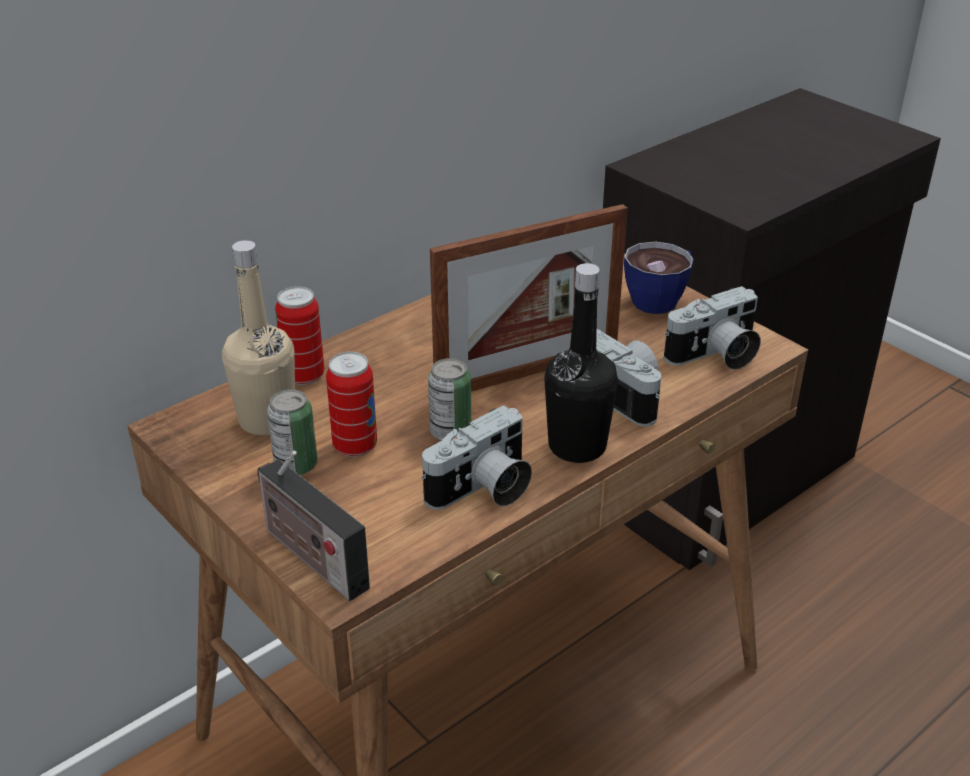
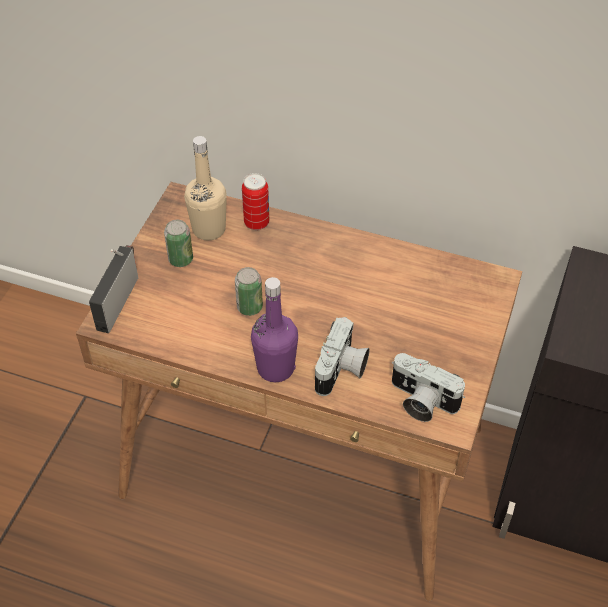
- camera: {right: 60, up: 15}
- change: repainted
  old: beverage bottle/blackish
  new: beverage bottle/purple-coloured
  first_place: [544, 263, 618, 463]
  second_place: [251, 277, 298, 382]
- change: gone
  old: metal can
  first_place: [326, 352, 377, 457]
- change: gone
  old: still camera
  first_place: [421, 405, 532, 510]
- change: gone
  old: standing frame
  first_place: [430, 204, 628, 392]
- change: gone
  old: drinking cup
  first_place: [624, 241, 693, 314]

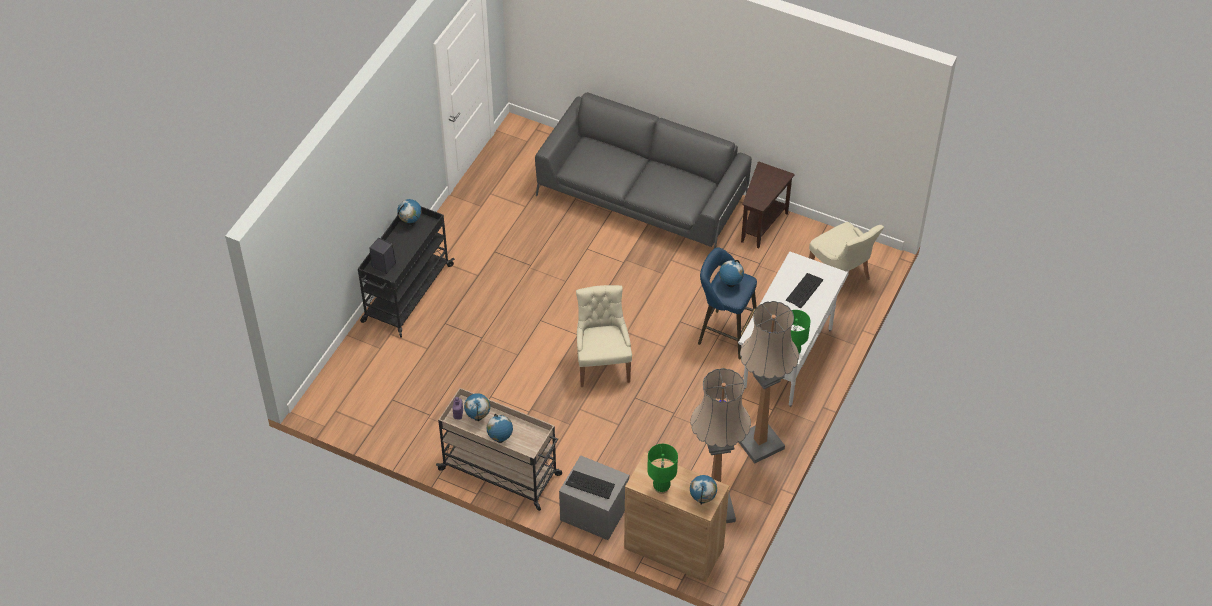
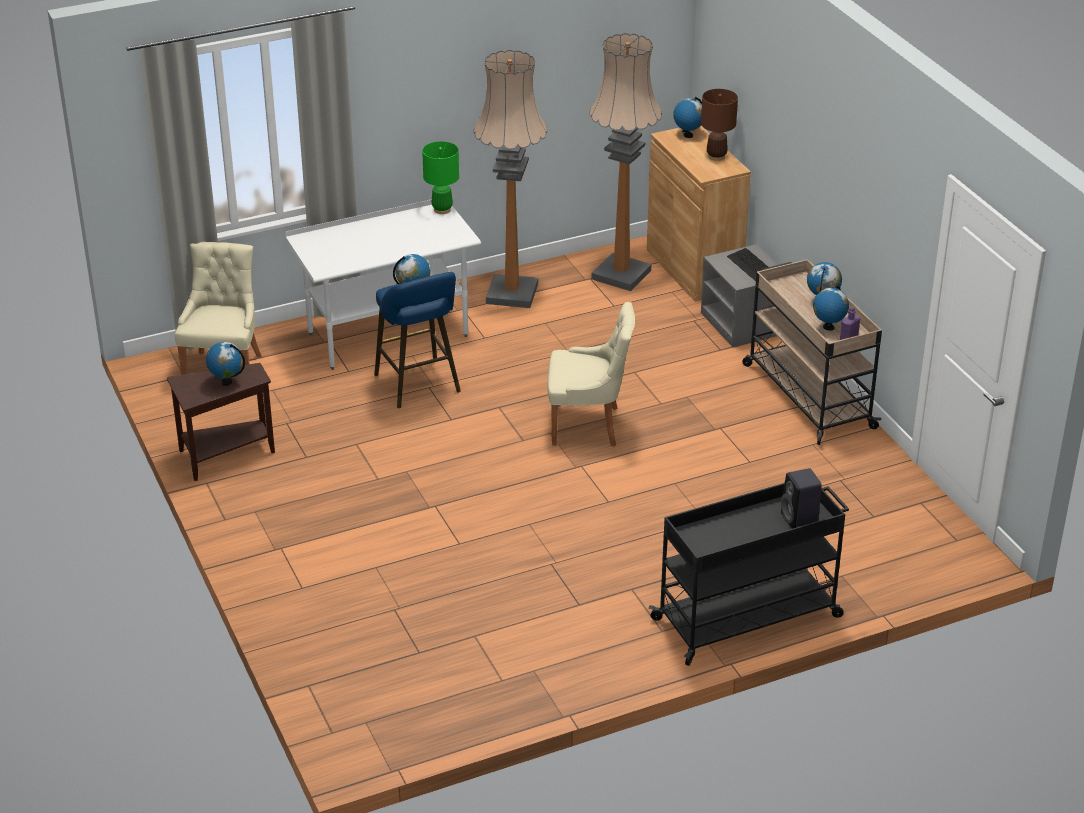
- camera: {right: -140, up: -15}
- change: shifted
  old: world globe
  first_place: [397, 199, 422, 226]
  second_place: [206, 342, 245, 386]
- change: rotated
  old: upright chair/beige-coloured
  first_place: [576, 285, 632, 387]
  second_place: [547, 302, 635, 447]
  degrees: -120
- change: repainted
  old: lamp for a table/greenish
  new: lamp for a table/brown
  first_place: [647, 444, 678, 494]
  second_place: [701, 89, 738, 161]
- change: gone
  old: sofa/greyish
  first_place: [535, 92, 752, 248]
- change: gone
  old: keyboard
  first_place: [786, 273, 823, 308]

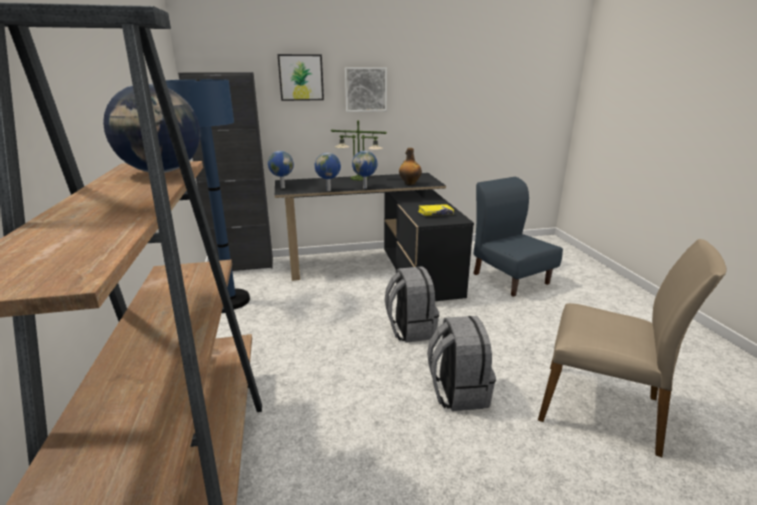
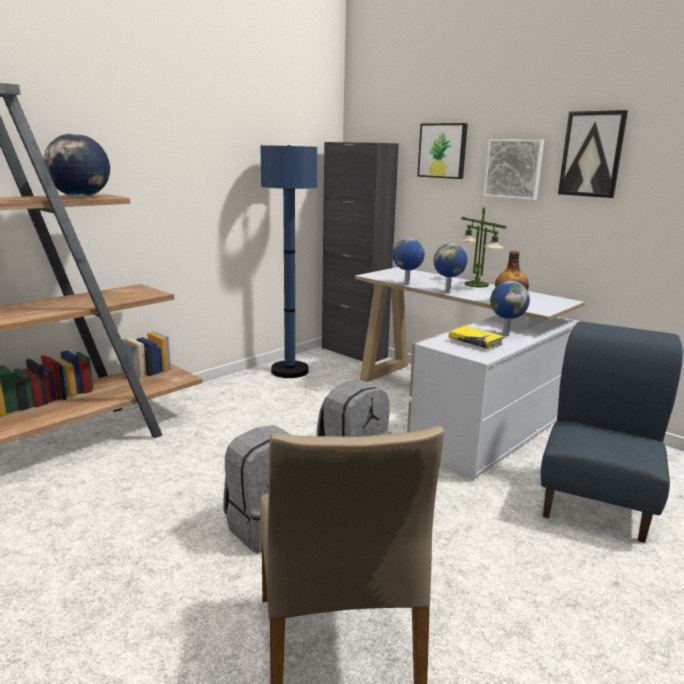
- camera: {right: 55, up: -5}
- change: repainted
  old: desk table/blackish
  new: desk table/whitish
  first_place: [275, 173, 474, 301]
  second_place: [355, 267, 585, 479]
- change: shifted
  old: world globe
  first_place: [268, 151, 294, 188]
  second_place: [490, 281, 530, 336]
- change: new
  new: wall picture
  second_place: [558, 110, 628, 198]

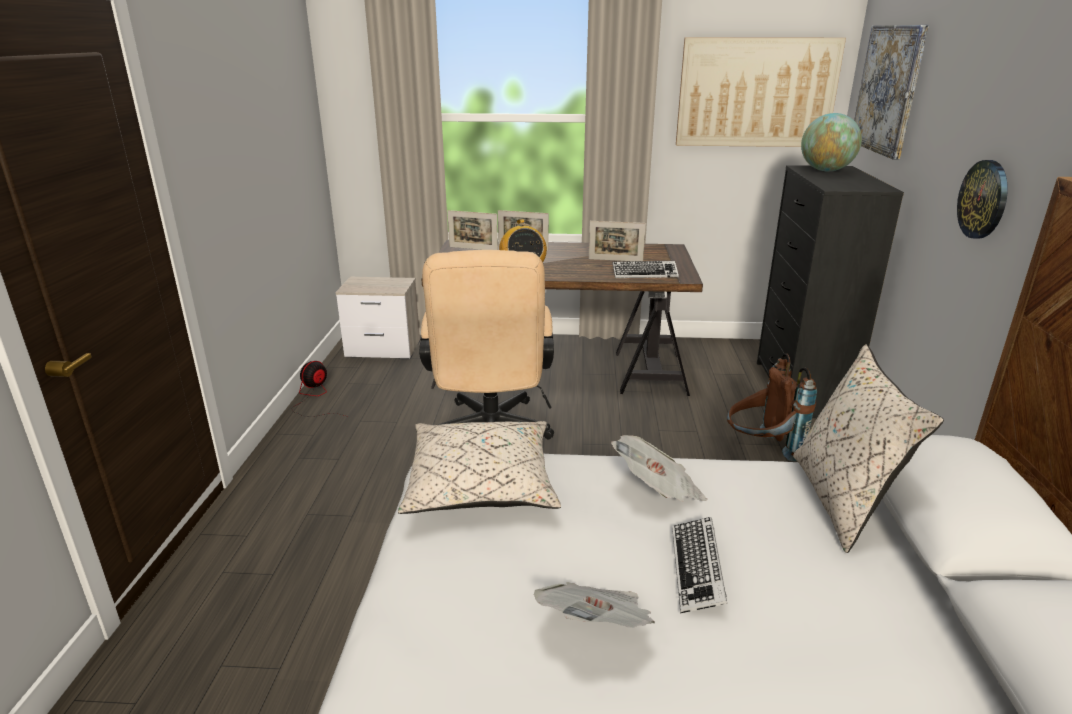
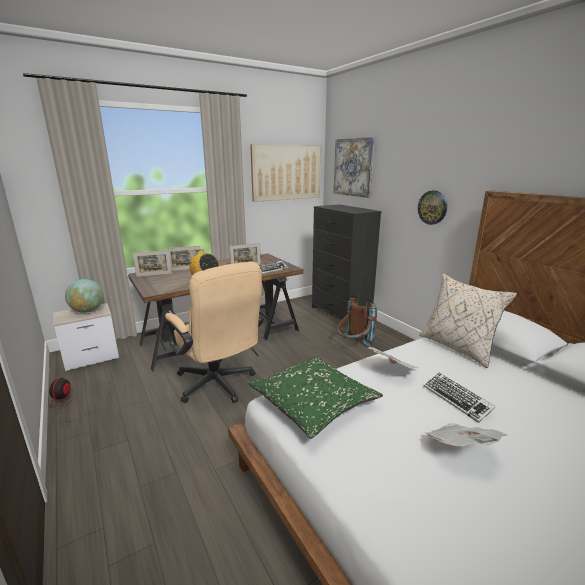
- camera: {right: -35, up: -5}
- change: shifted
  old: world globe
  first_place: [801, 113, 862, 171]
  second_place: [65, 279, 104, 313]
- change: repainted
  old: throw pillow/beige-coloured
  new: throw pillow/greenish
  first_place: [398, 421, 561, 514]
  second_place: [248, 356, 383, 439]

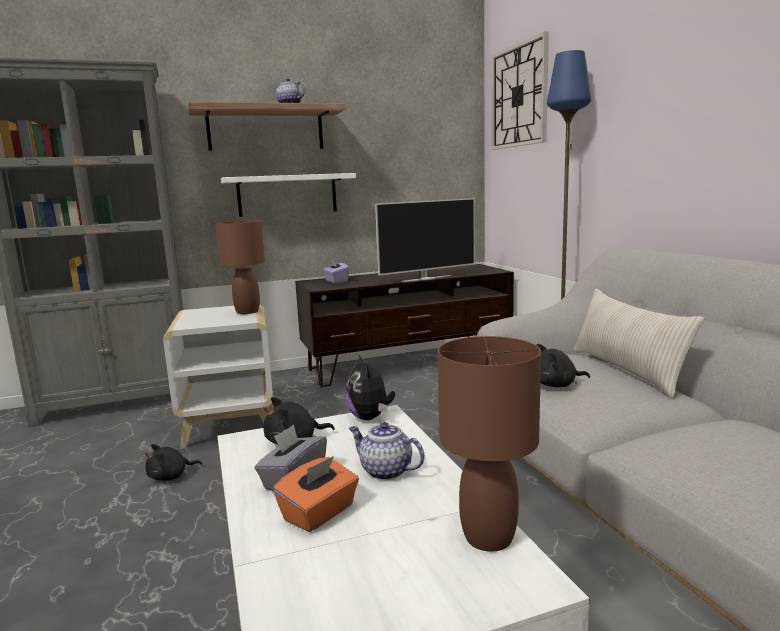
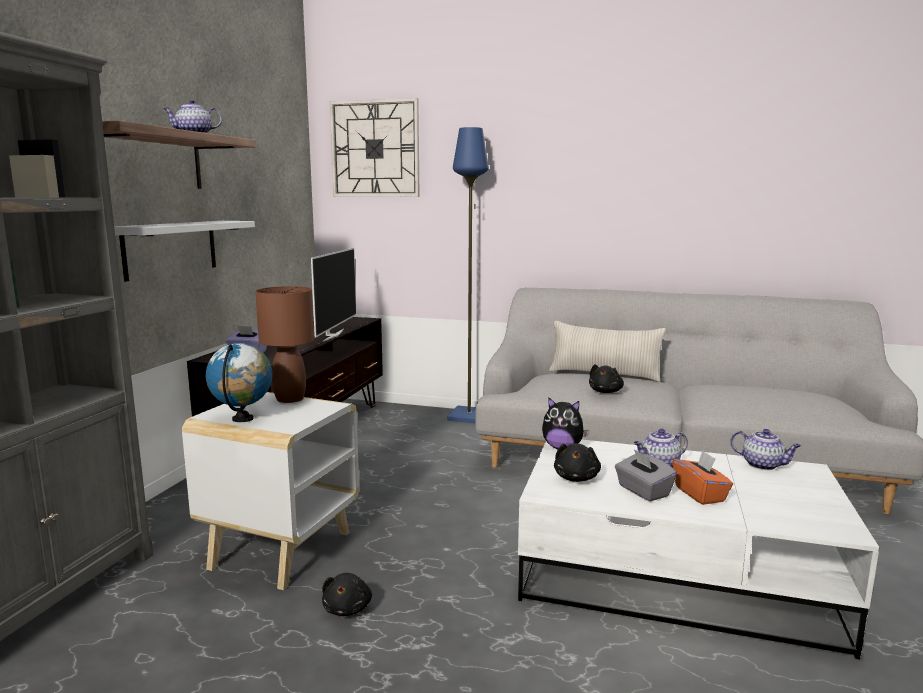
- camera: {right: -55, up: 0}
- change: new
  new: world globe
  second_place: [206, 343, 272, 422]
- change: swapped
  old: lamp for a table/brown
  new: tea pot
  first_place: [438, 336, 541, 552]
  second_place: [730, 429, 801, 470]

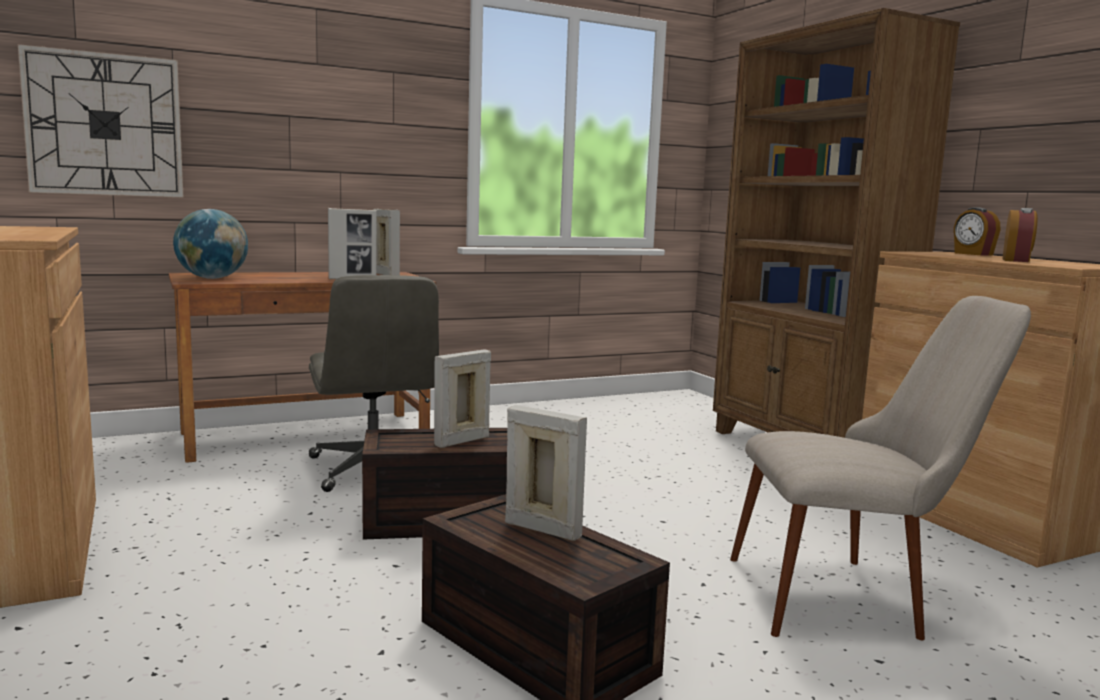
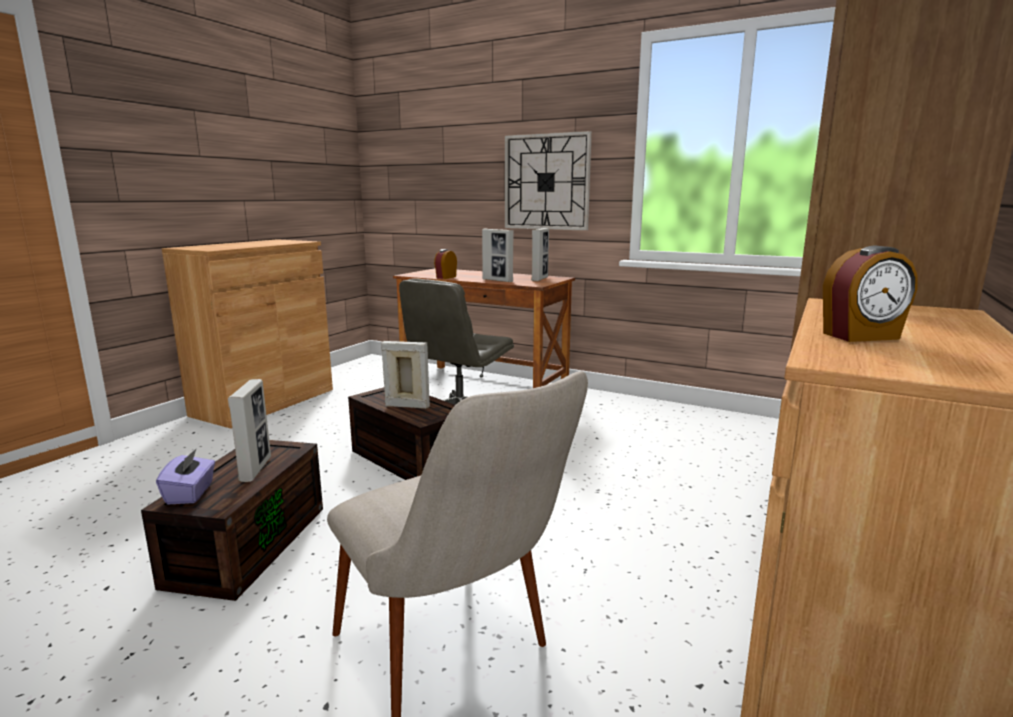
- camera: {right: 55, up: 5}
- change: new
  new: tissue box/purple-coloured
  second_place: [156, 448, 215, 504]
- change: shifted
  old: table clock
  first_place: [954, 207, 1001, 255]
  second_place: [434, 249, 457, 279]
- change: shifted
  old: wall clock
  first_place: [18, 44, 183, 197]
  second_place: [505, 131, 592, 231]
- change: gone
  old: world globe
  first_place: [173, 209, 248, 279]

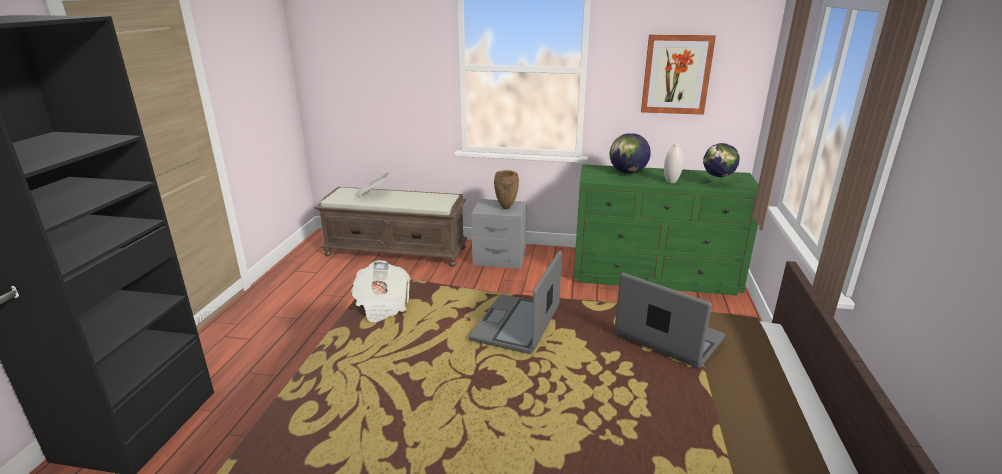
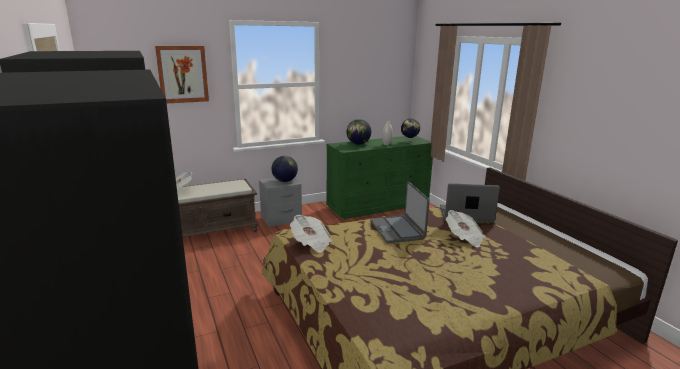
- camera: {right: -35, up: -5}
- change: shifted
  old: wall picture
  first_place: [641, 34, 716, 115]
  second_place: [155, 46, 209, 103]
- change: swapped
  old: vase/brown
  new: world globe
  first_place: [494, 170, 519, 209]
  second_place: [272, 156, 298, 182]
- change: new
  new: printed paper
  second_place: [446, 210, 485, 247]

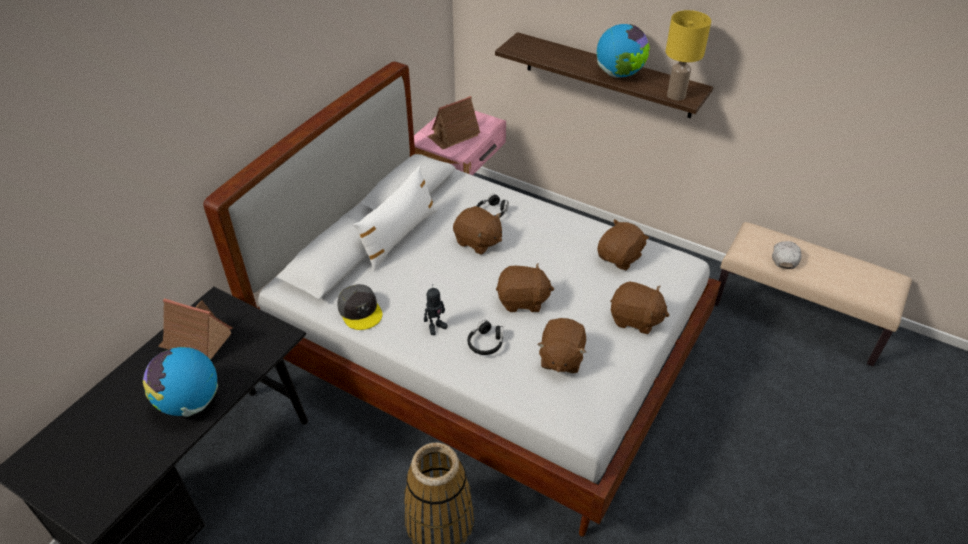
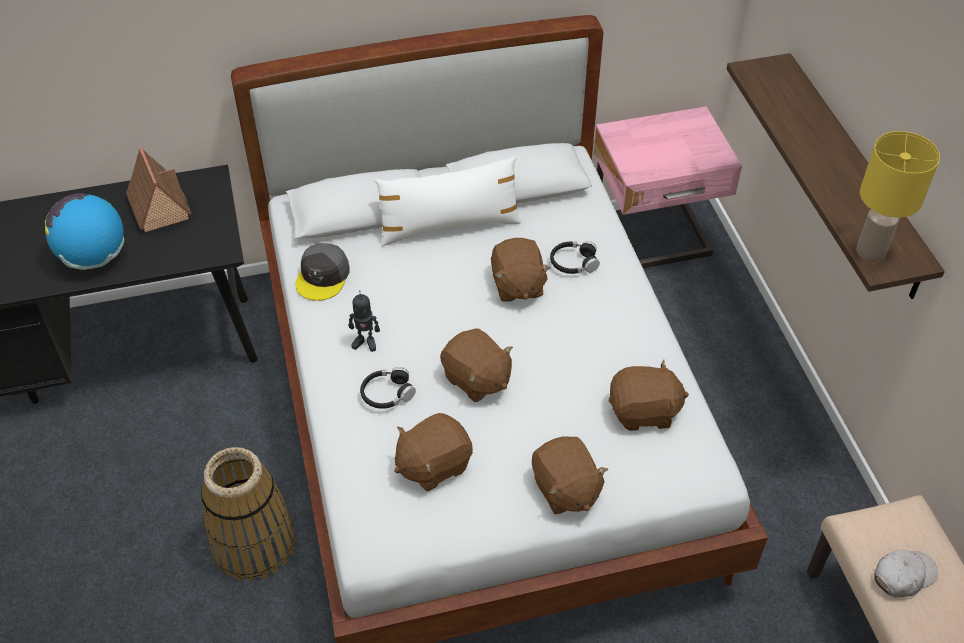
- camera: {right: 45, up: 5}
- change: gone
  old: miniature house
  first_place: [428, 96, 480, 149]
- change: gone
  old: world globe
  first_place: [597, 24, 650, 78]

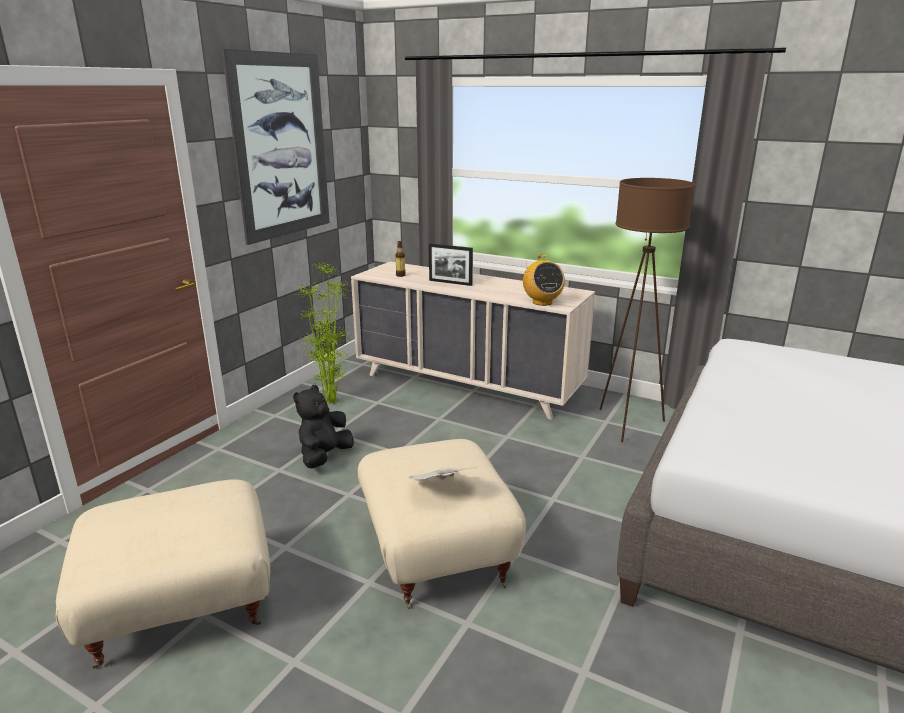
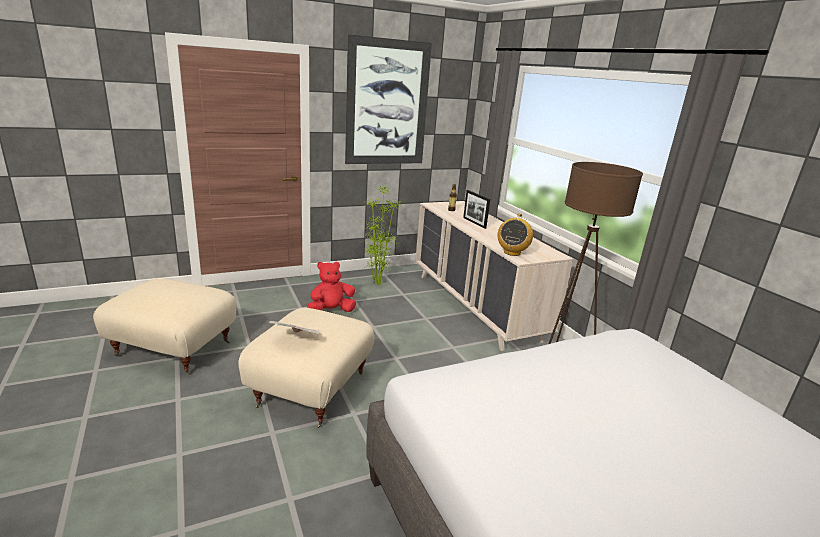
- camera: {right: 35, up: 0}
- change: repainted
  old: soft toy/blackish
  new: soft toy/red
  first_place: [293, 385, 354, 469]
  second_place: [307, 261, 356, 312]

